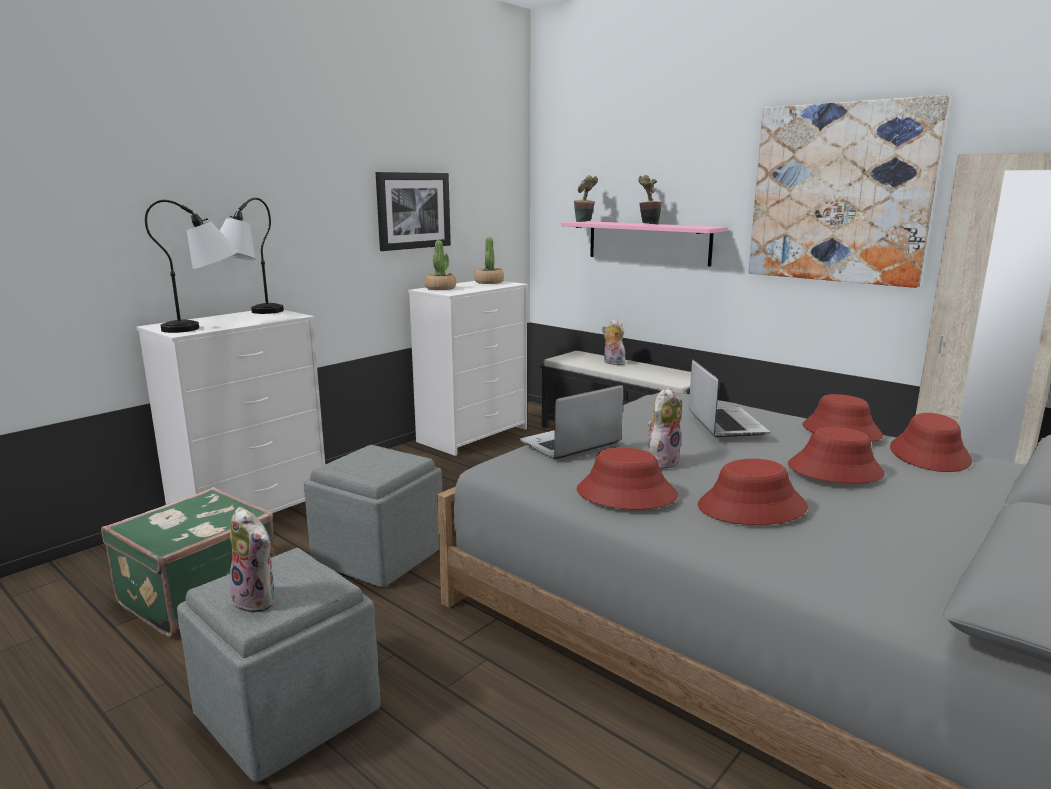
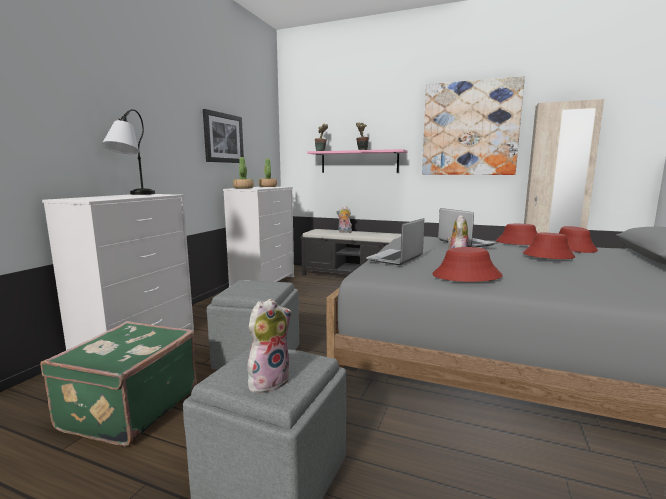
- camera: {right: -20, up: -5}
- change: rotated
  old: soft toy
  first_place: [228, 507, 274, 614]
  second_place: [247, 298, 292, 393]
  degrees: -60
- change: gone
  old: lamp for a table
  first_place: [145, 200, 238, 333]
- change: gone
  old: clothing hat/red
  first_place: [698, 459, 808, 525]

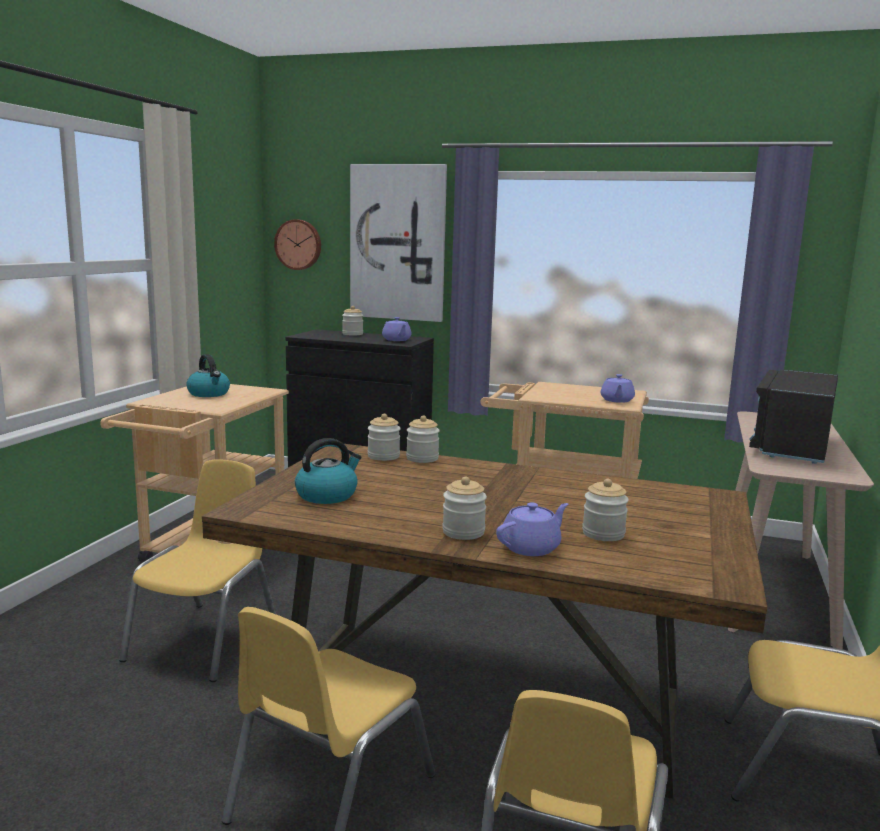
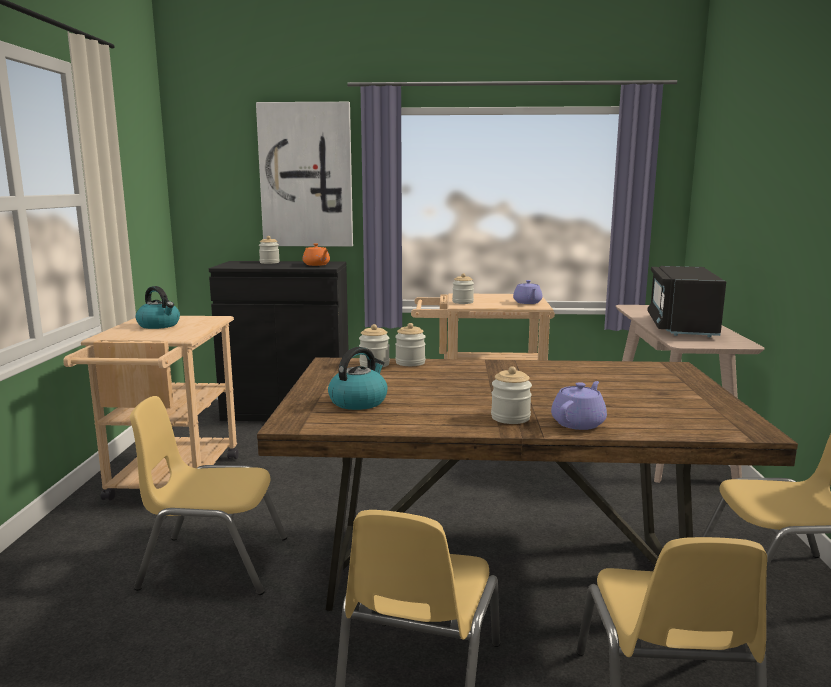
- camera: {right: -15, up: 0}
- change: rotated
  old: upright chair/yellowish
  first_place: [119, 459, 276, 682]
  second_place: [130, 396, 287, 595]
  degrees: -90
- change: repainted
  old: tea pot/purple-coloured
  new: tea pot/orange
  first_place: [382, 317, 412, 341]
  second_place: [303, 243, 330, 266]
- change: shifted
  old: jar
  first_place: [582, 479, 629, 541]
  second_place: [452, 273, 474, 304]
- change: gone
  old: wall clock
  first_place: [274, 219, 321, 270]

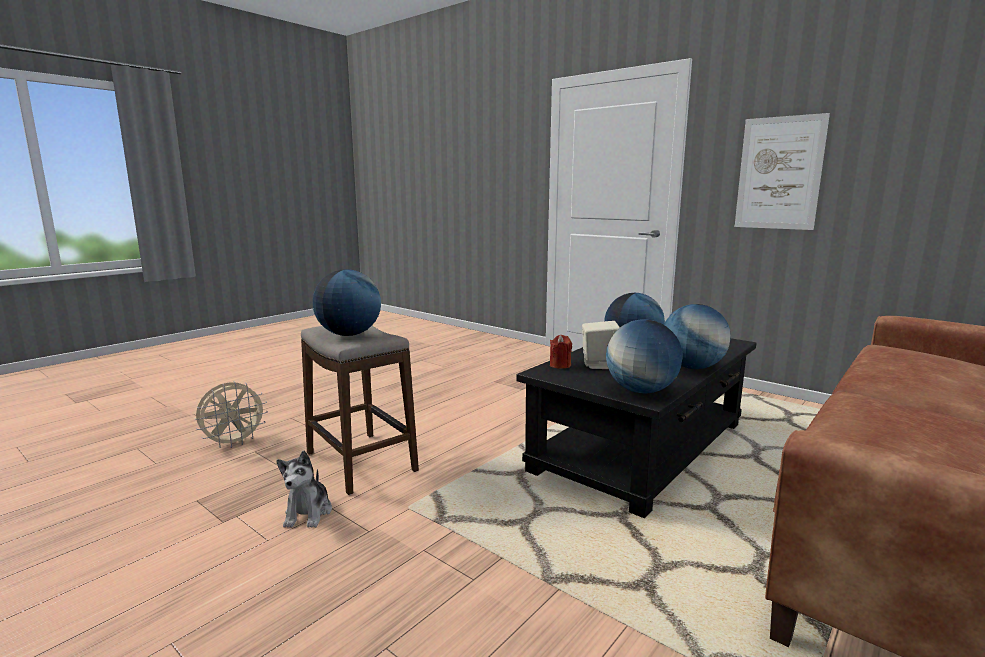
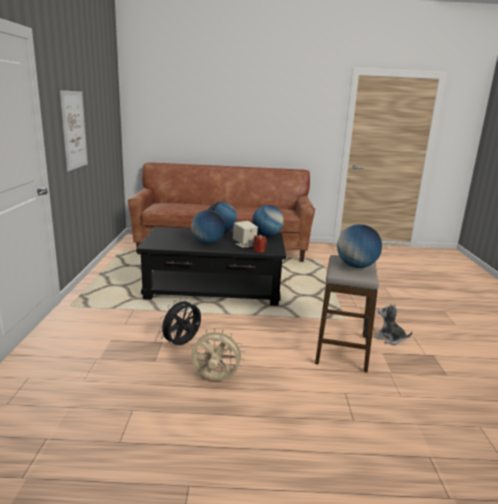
- camera: {right: -130, up: 5}
- change: new
  new: electric fan/blackish
  second_place: [158, 298, 201, 345]
- change: shifted
  old: electric fan/beige-coloured
  first_place: [194, 382, 268, 448]
  second_place: [191, 328, 245, 381]
- change: rotated
  old: soft toy
  first_place: [277, 451, 332, 528]
  second_place: [374, 304, 412, 345]
  degrees: -105

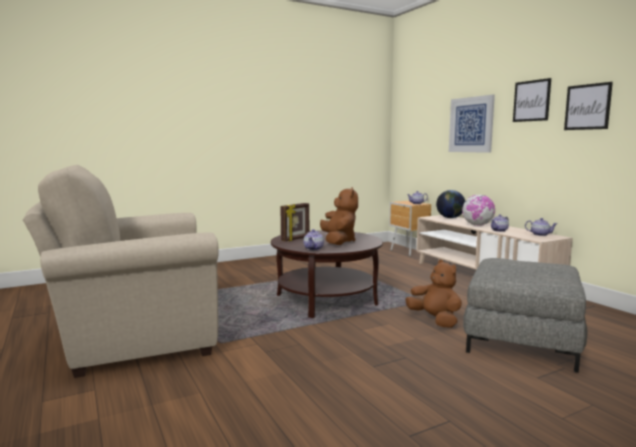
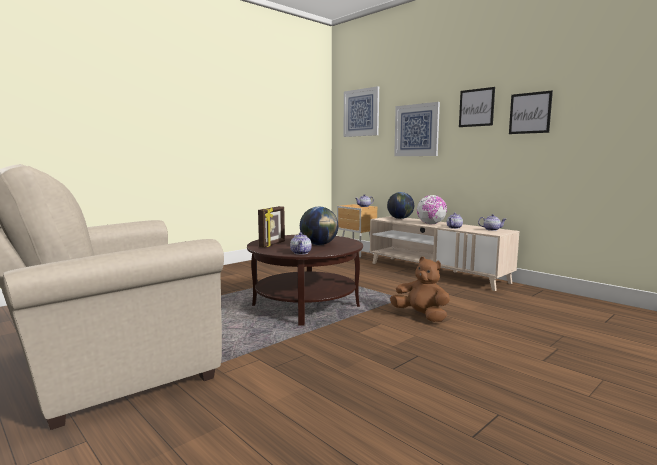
- camera: {right: -15, up: 0}
- change: swapped
  old: soft toy/brown
  new: world globe
  first_place: [320, 187, 358, 245]
  second_place: [300, 207, 338, 245]
- change: new
  new: wall picture
  second_place: [344, 86, 379, 137]
- change: gone
  old: ottoman/greyish
  first_place: [463, 258, 588, 373]

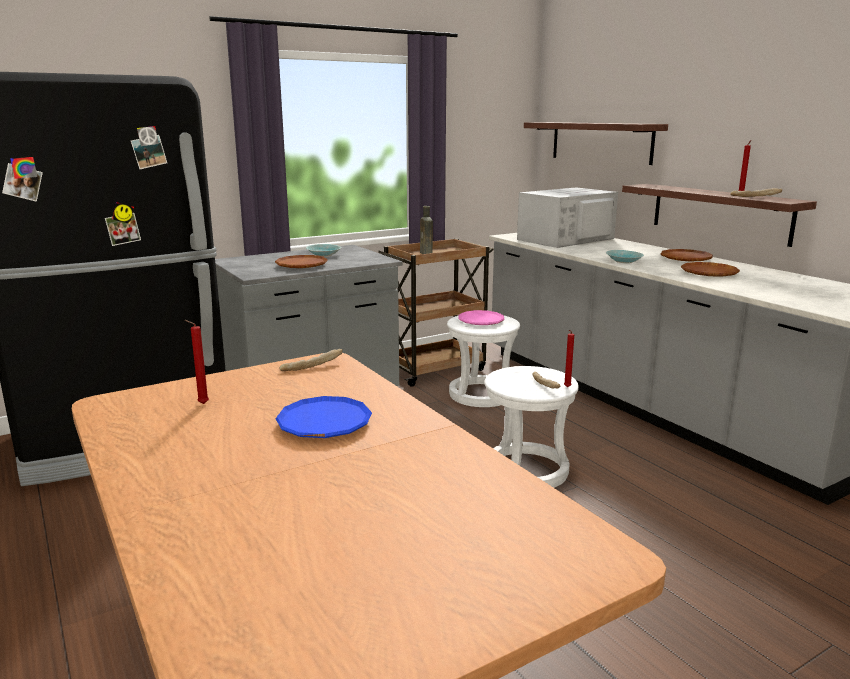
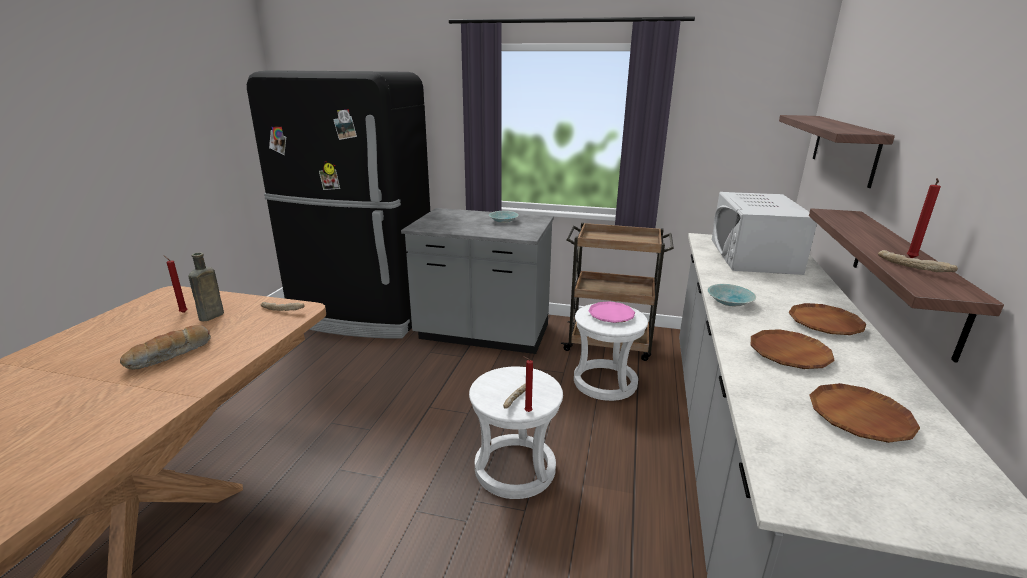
- camera: {right: 45, up: 5}
- change: swapped
  old: flat dish/bluish
  new: bakery bread
  first_place: [276, 396, 372, 438]
  second_place: [120, 325, 211, 370]
- change: shifted
  old: beverage bottle/brown
  first_place: [420, 206, 433, 254]
  second_place: [189, 252, 224, 321]
- change: rotated
  old: microwave/whitish
  first_place: [517, 187, 618, 248]
  second_place: [712, 192, 817, 275]
  degrees: -90
- change: shifted
  old: flat dish/brown
  first_place: [275, 255, 328, 268]
  second_place: [809, 383, 920, 443]

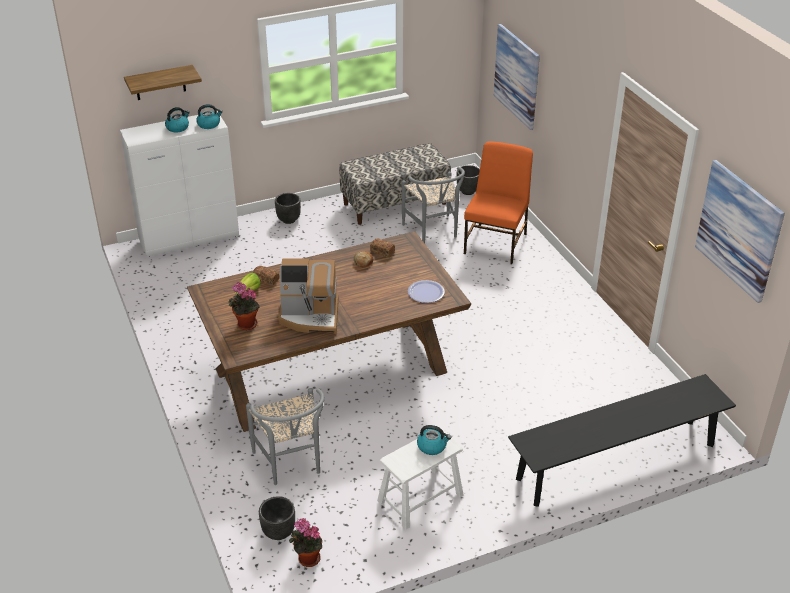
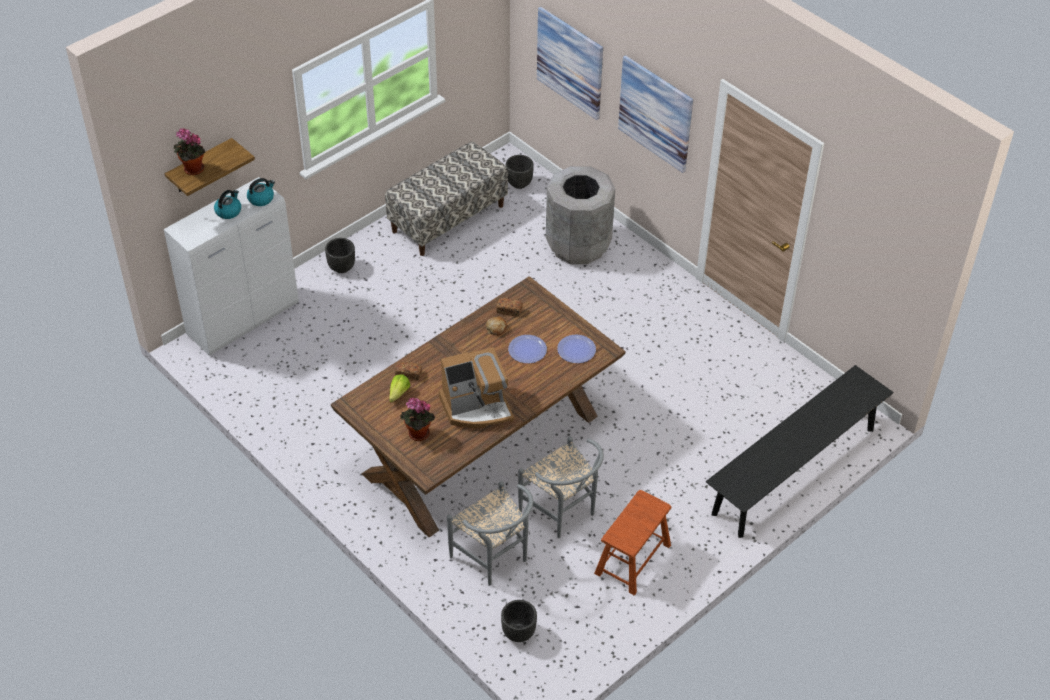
- camera: {right: -20, up: 10}
- change: shifted
  old: plant in a pot
  first_place: [289, 518, 322, 567]
  second_place: [174, 128, 205, 175]
- change: new
  new: flat dish
  second_place: [508, 335, 547, 363]
- change: shifted
  old: upright chair/greyish
  first_place: [402, 167, 465, 243]
  second_place: [518, 437, 604, 538]
- change: swapped
  old: upright chair/orange
  new: rubbish bin/greyish
  first_place: [464, 142, 533, 264]
  second_place: [546, 166, 615, 264]
- change: repainted
  old: sitting stool/whitish
  new: sitting stool/brown
  first_place: [377, 429, 463, 529]
  second_place: [594, 490, 671, 595]
- change: shifted
  old: wall picture
  first_place: [695, 160, 785, 303]
  second_place: [618, 55, 693, 173]
- change: gone
  old: tea kettle
  first_place: [417, 425, 451, 455]

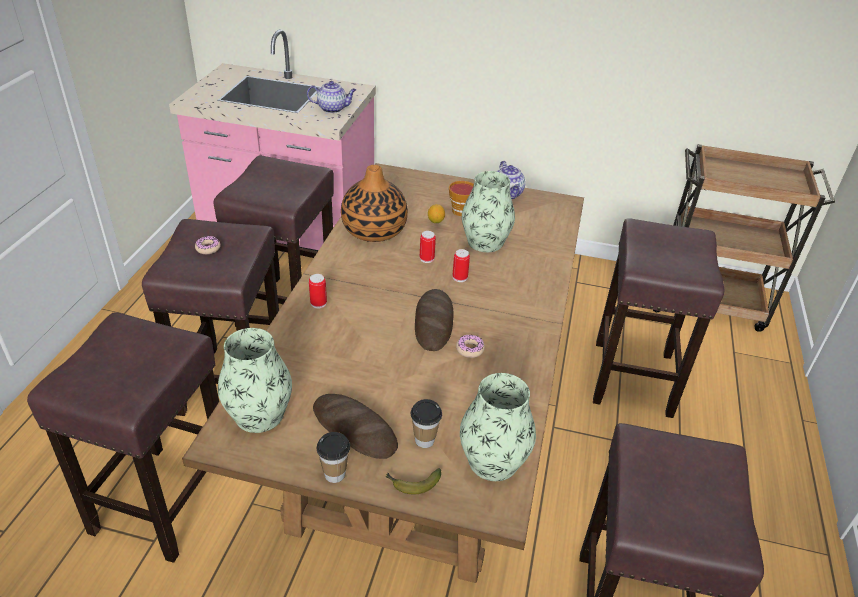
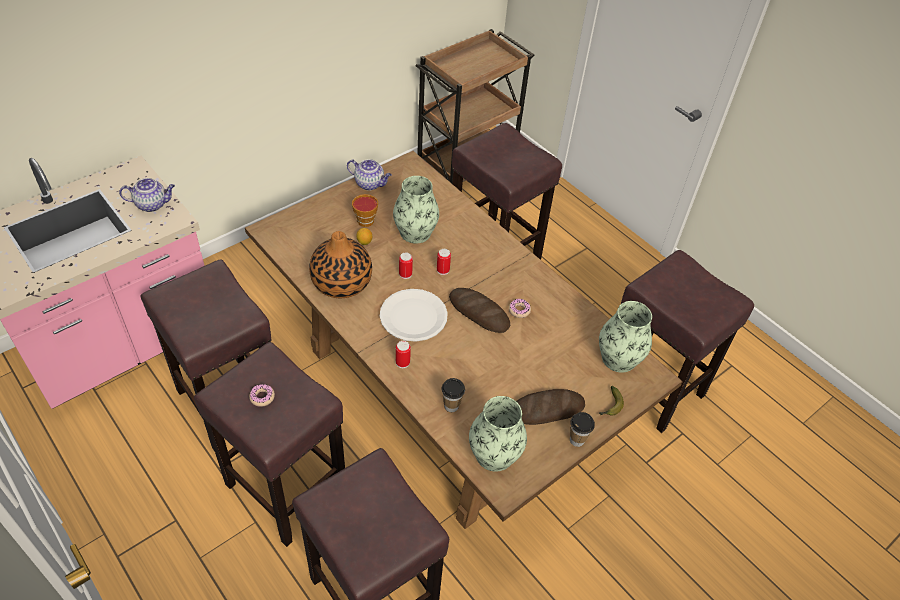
- camera: {right: -55, up: 10}
- change: rotated
  old: tea pot
  first_place: [307, 81, 356, 113]
  second_place: [119, 178, 175, 212]
  degrees: 45
- change: new
  new: flat dish/whitish
  second_place: [380, 289, 448, 342]
- change: shifted
  old: drinking cup
  first_place: [410, 399, 442, 448]
  second_place: [441, 378, 465, 412]

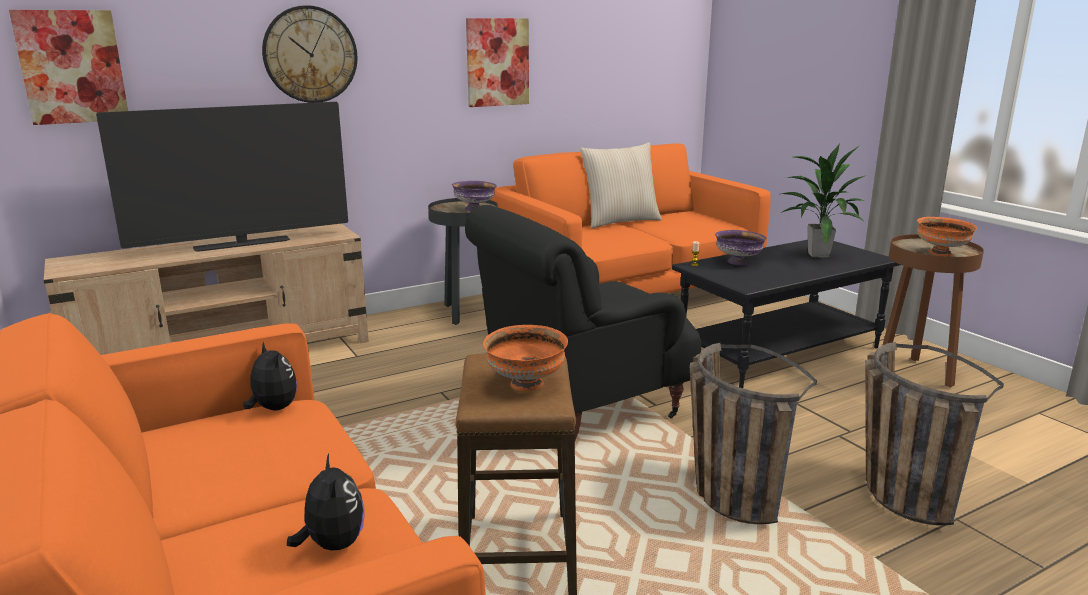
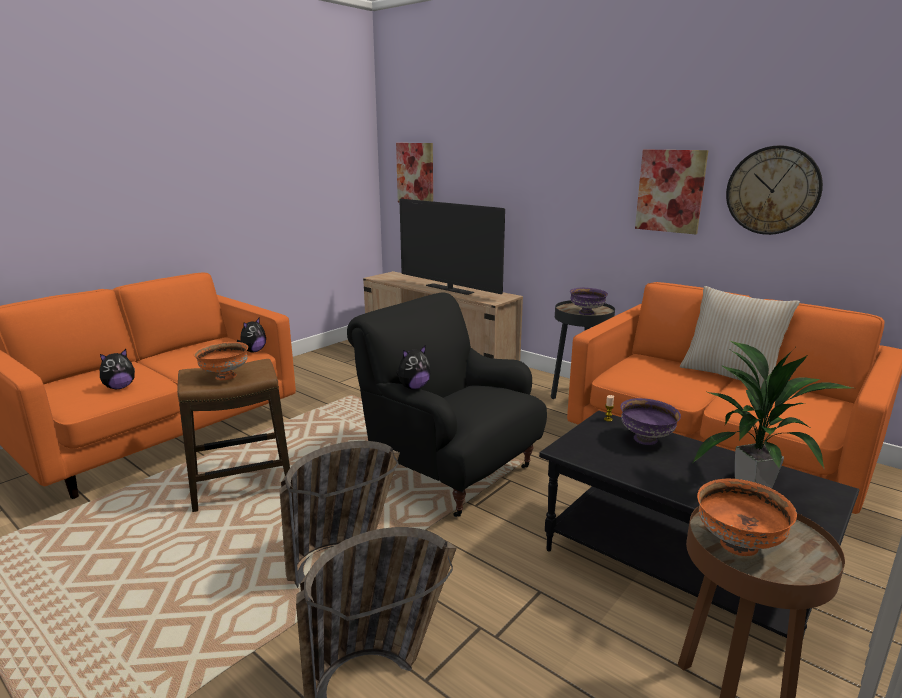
- camera: {right: 70, up: 0}
- change: new
  new: soft toy
  second_place: [396, 345, 431, 390]
- change: shifted
  old: wall clock
  first_place: [262, 5, 357, 103]
  second_place: [726, 145, 823, 235]

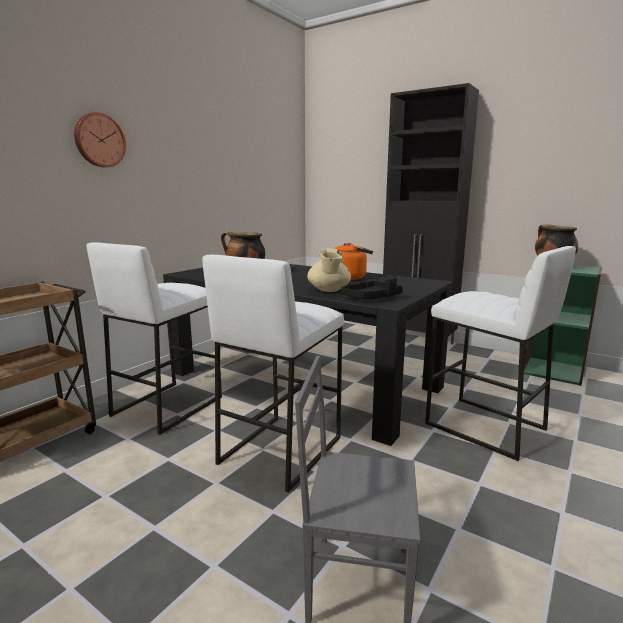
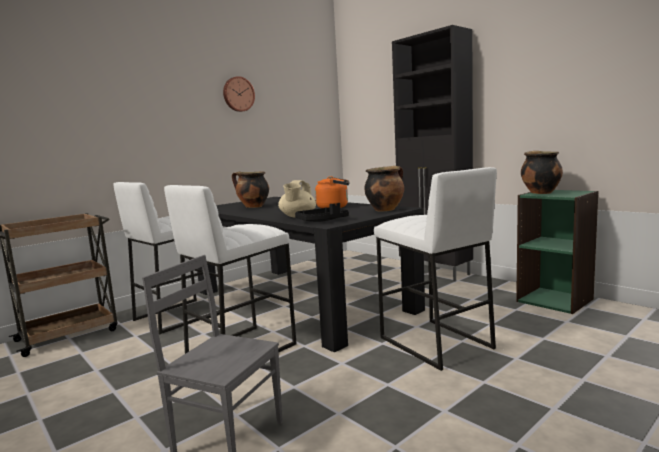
- camera: {right: 15, up: -5}
- change: shifted
  old: wall clock
  first_place: [74, 112, 126, 167]
  second_place: [223, 76, 255, 112]
- change: new
  new: saucepot
  second_place: [364, 166, 404, 211]

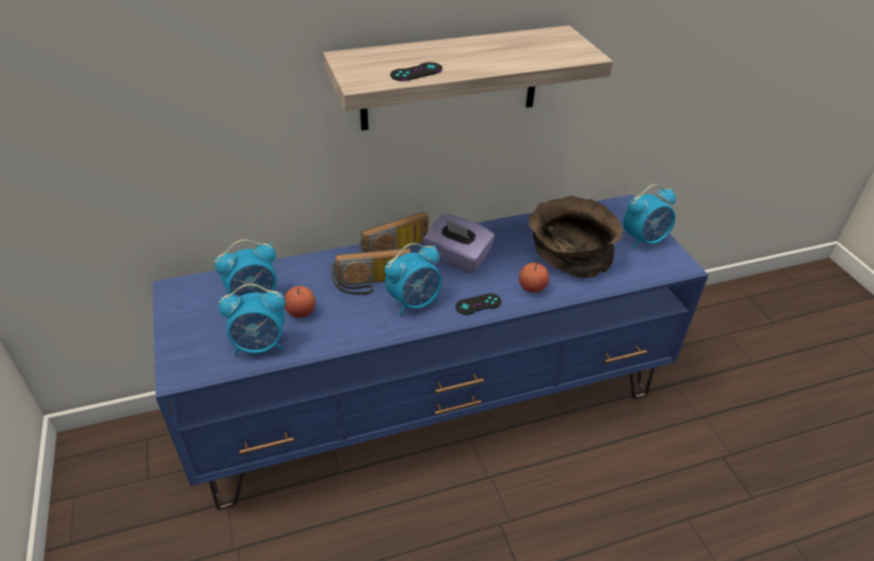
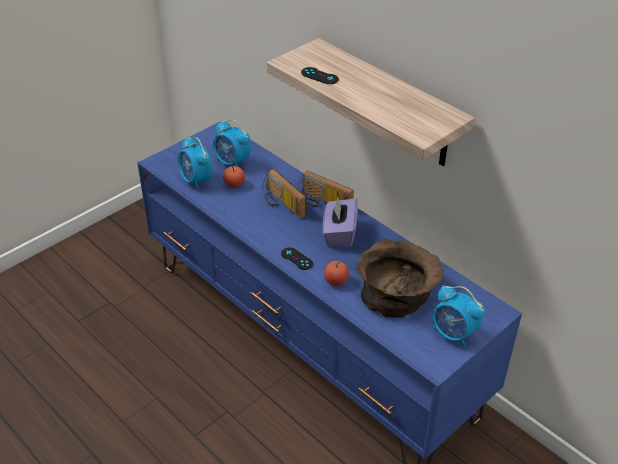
- camera: {right: 65, up: 0}
- change: gone
  old: table clock
  first_place: [385, 243, 442, 316]

